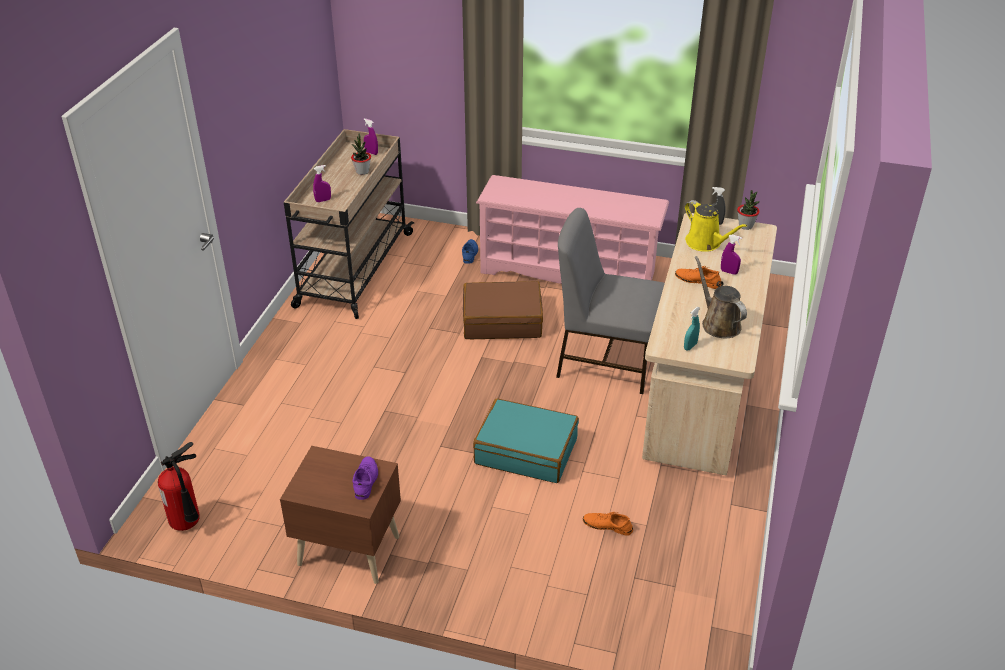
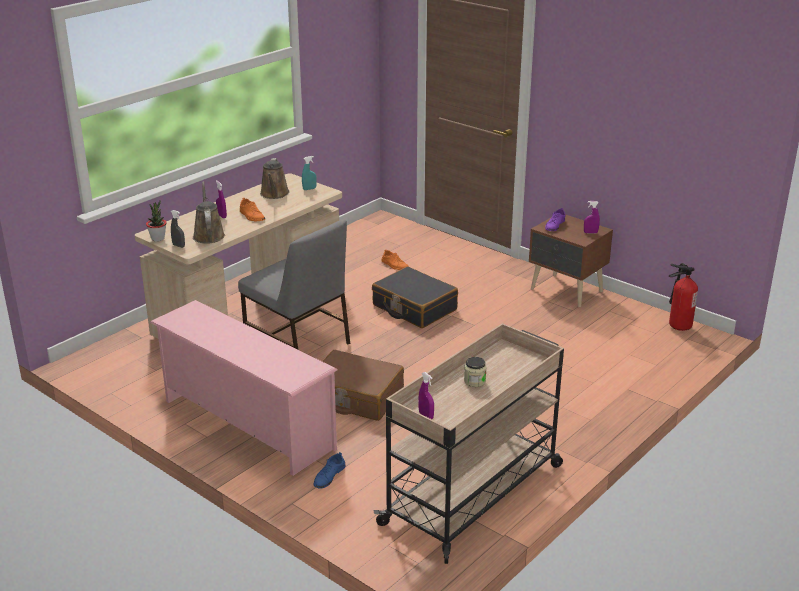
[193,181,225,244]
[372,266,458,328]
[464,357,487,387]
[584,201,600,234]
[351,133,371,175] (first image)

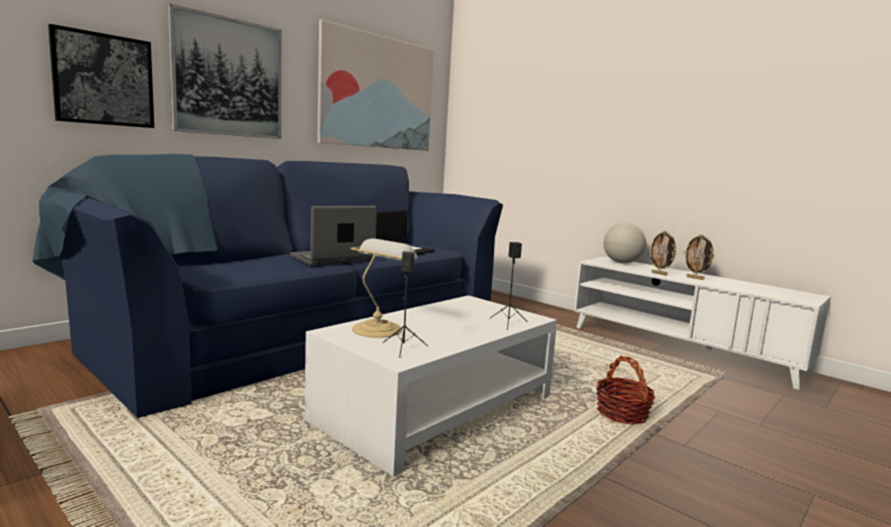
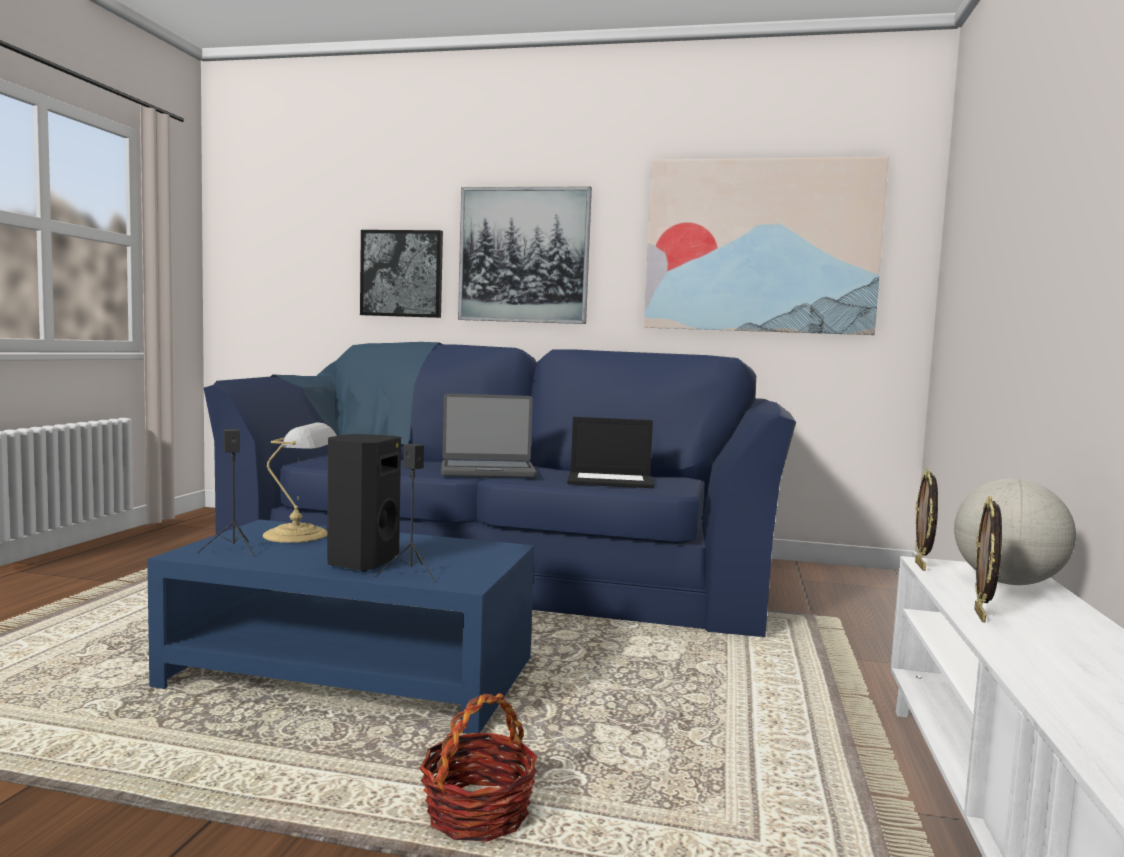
[147,520,534,734]
[327,434,401,572]
[441,393,537,478]
[915,469,938,571]

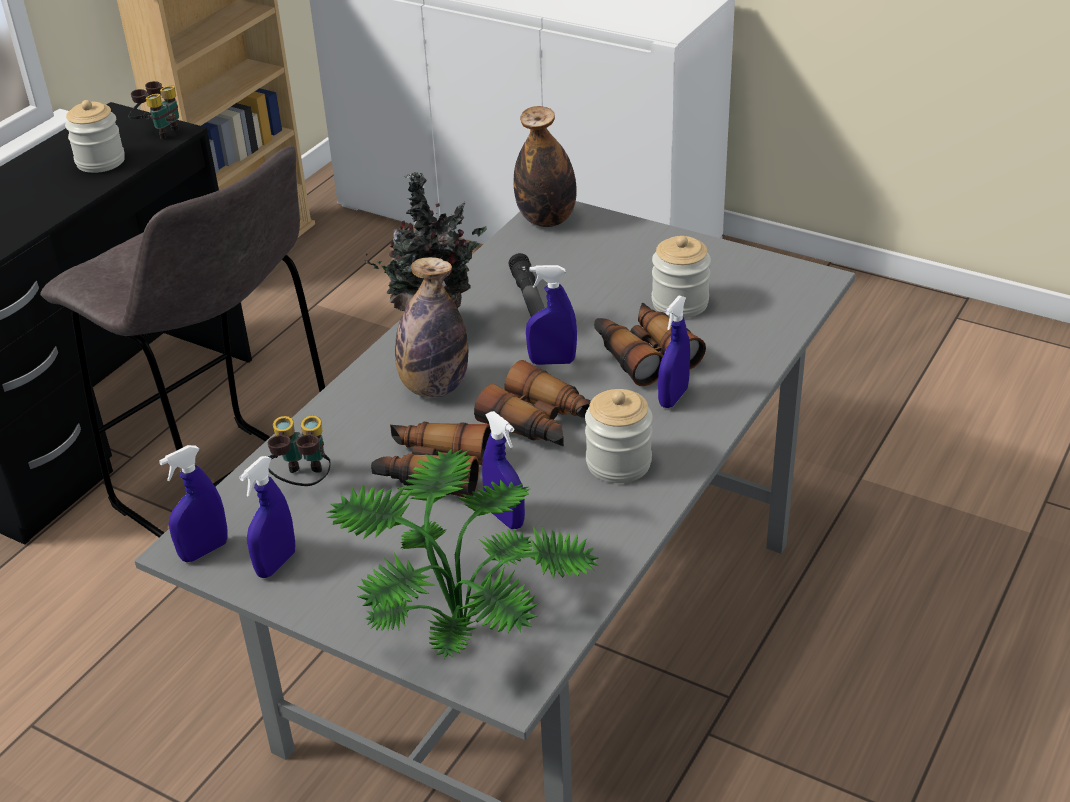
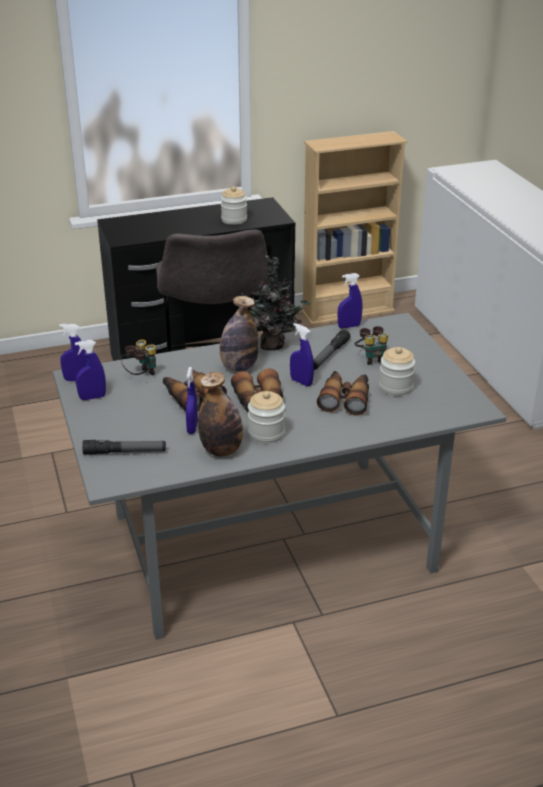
[82,440,166,454]
[198,372,243,457]
[338,273,362,328]
[354,326,388,365]

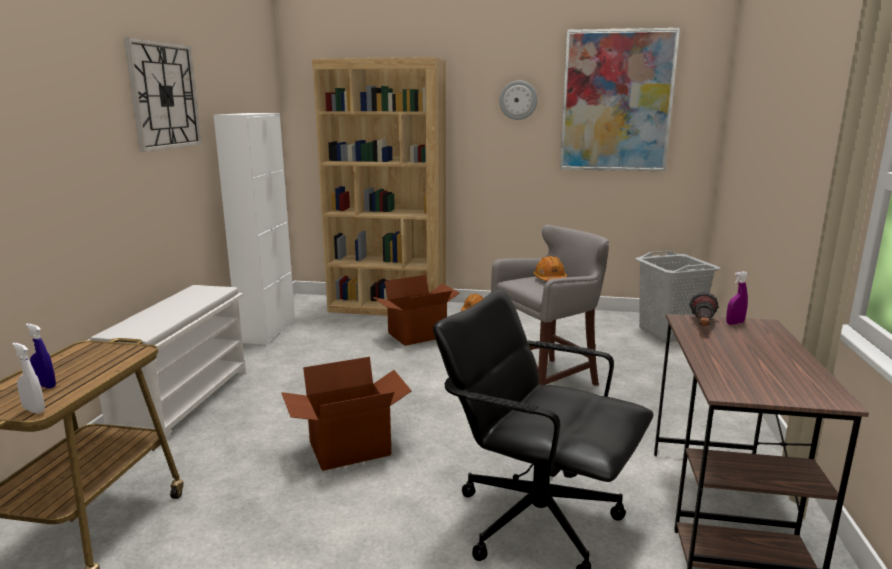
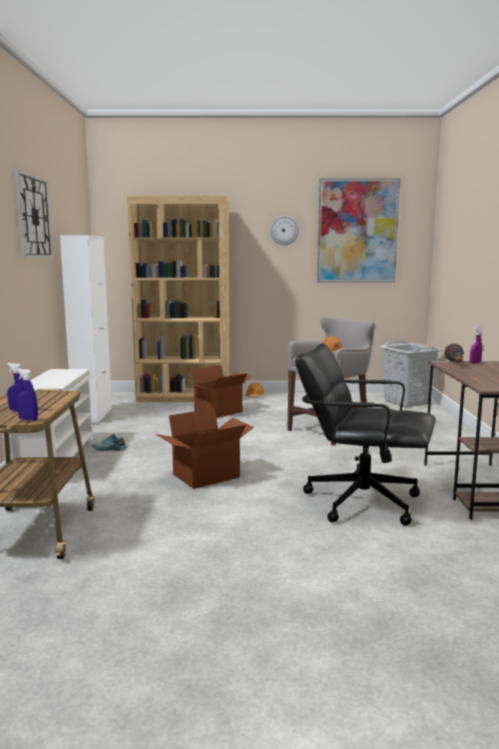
[17,369,38,421]
[92,434,127,451]

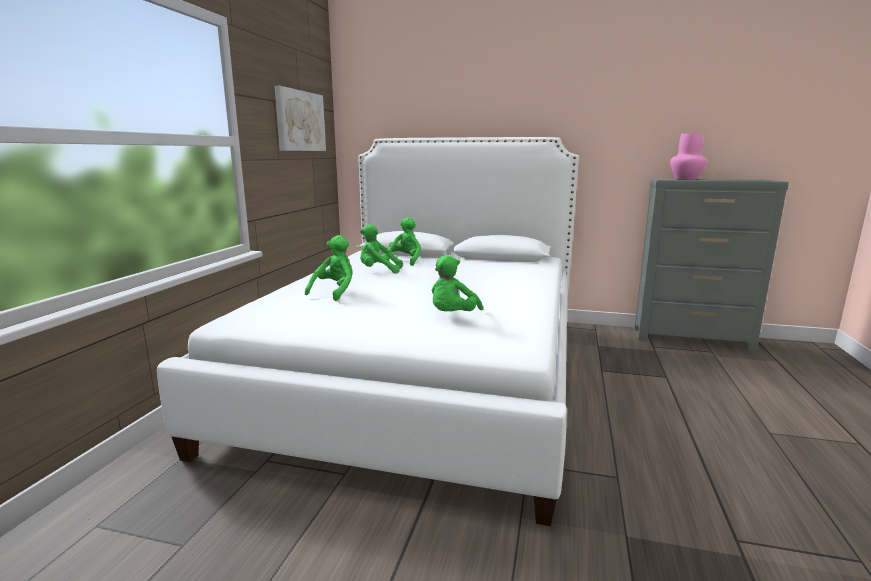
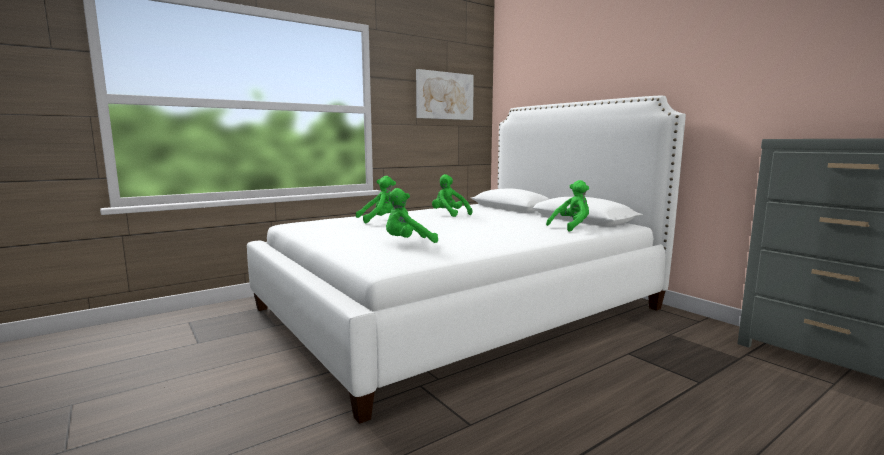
[546,180,589,232]
[670,133,707,180] (first image)

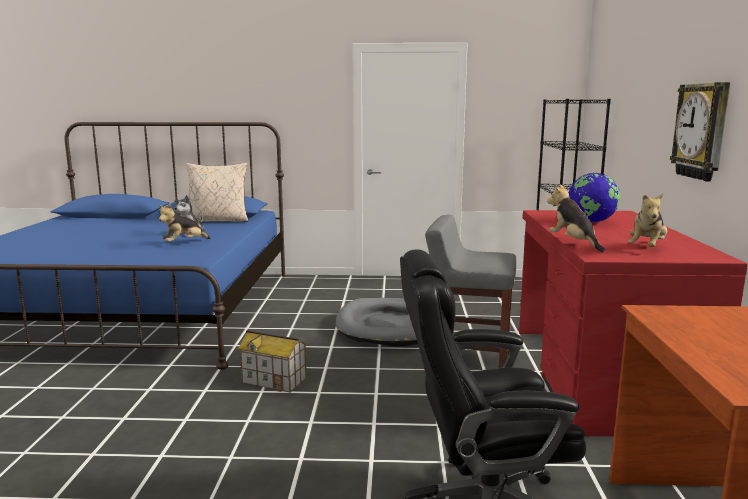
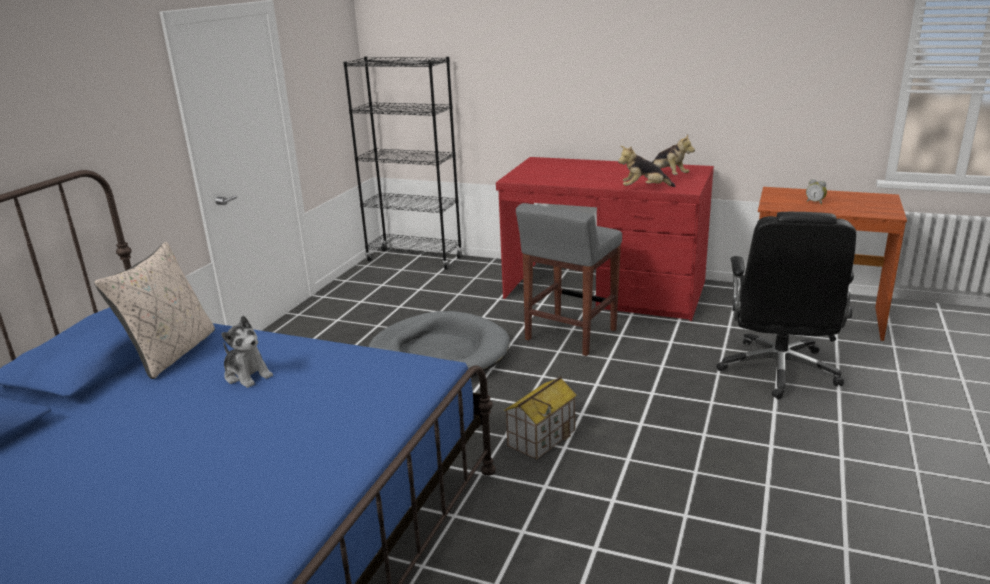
[806,179,827,205]
[158,204,211,242] (first image)
[569,173,620,222] (first image)
[670,82,730,181] (first image)

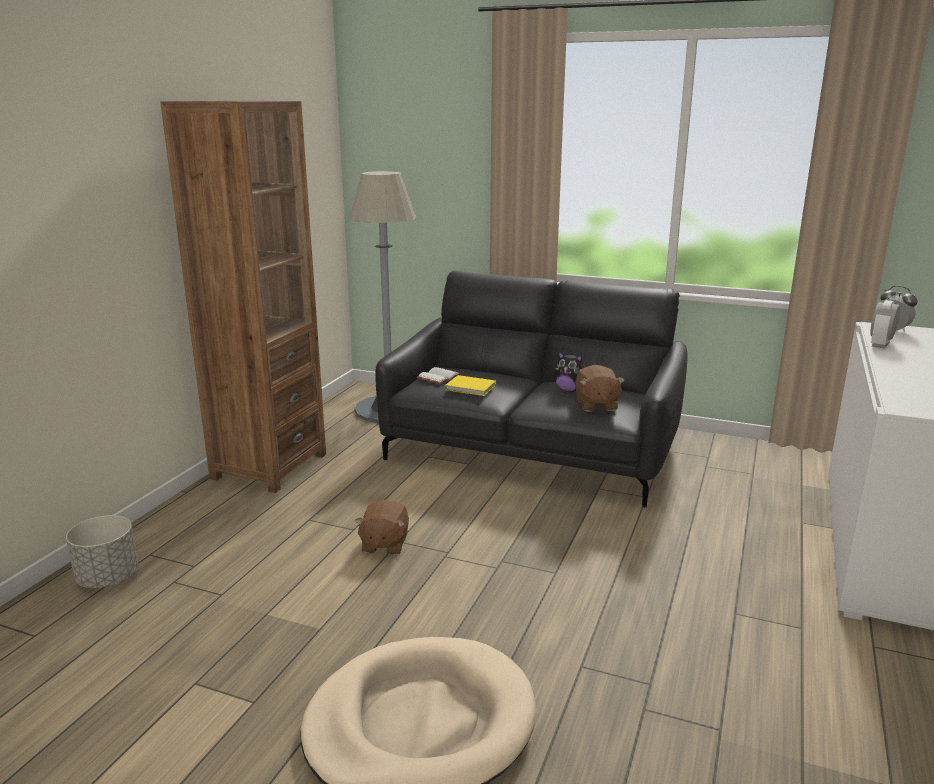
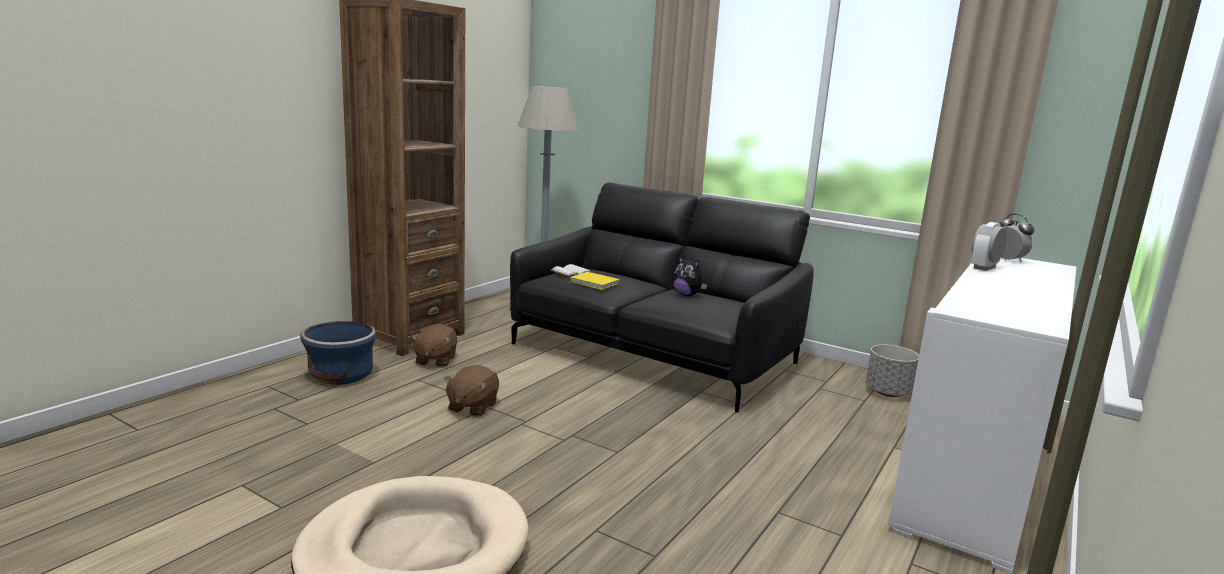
[300,321,377,385]
[411,324,457,367]
[866,345,919,397]

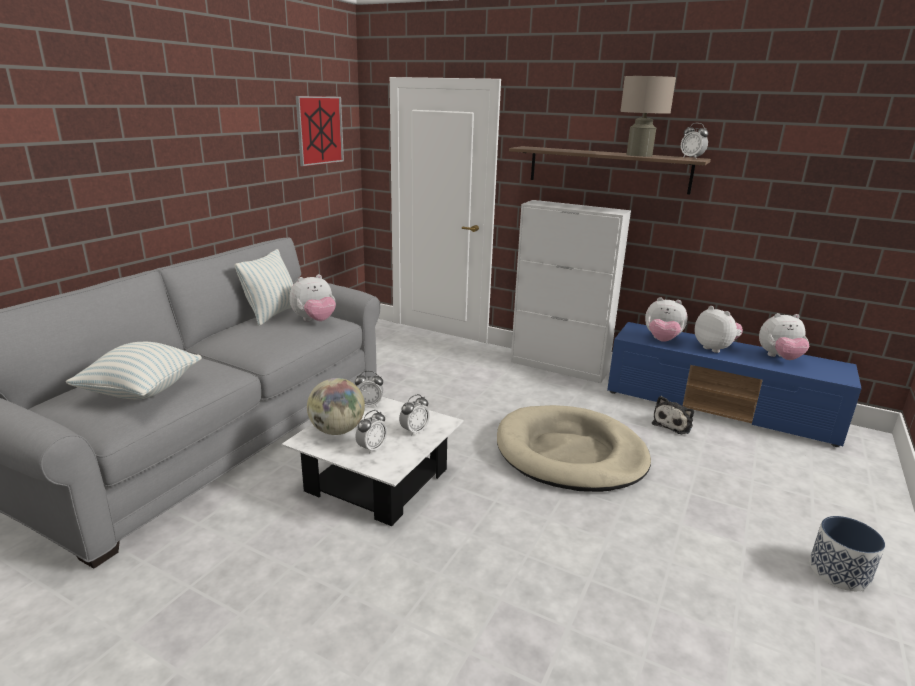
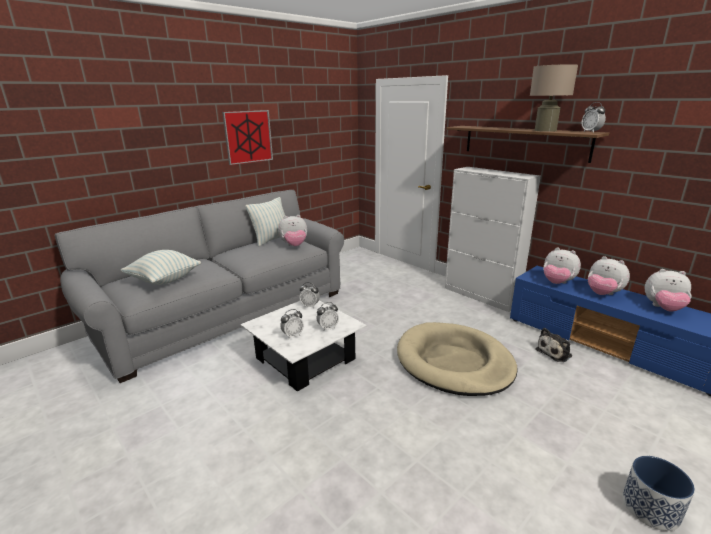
[222,110,273,165]
[588,256,630,295]
[307,378,365,435] (first image)

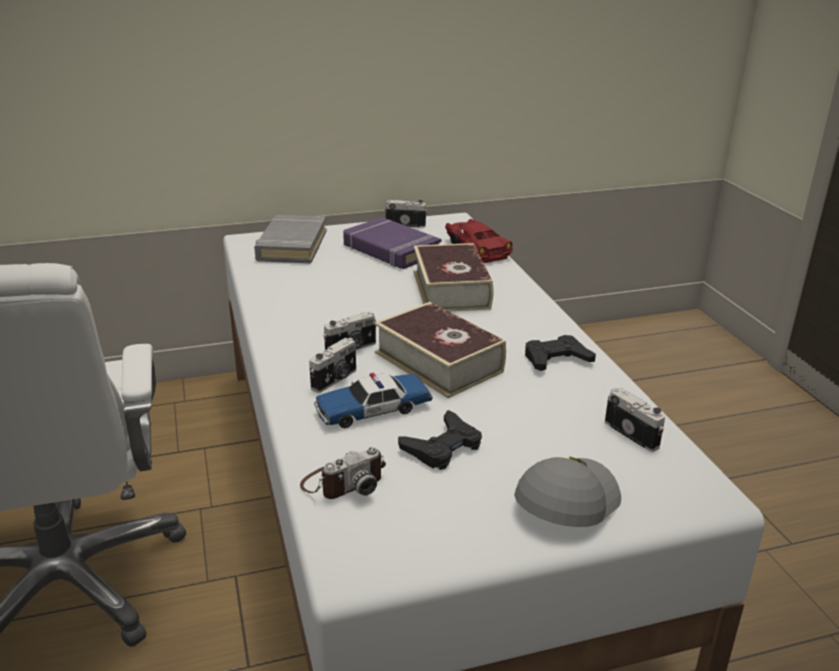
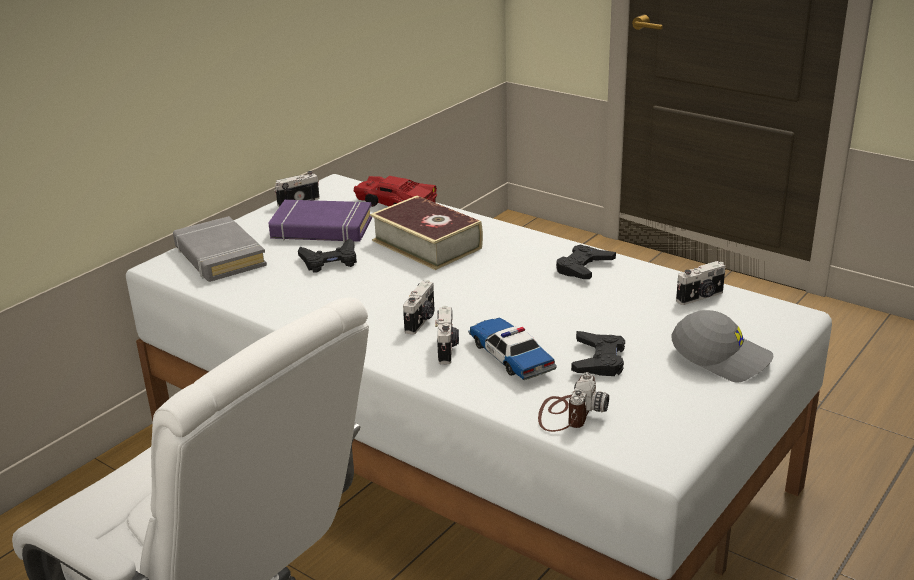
[298,239,357,273]
[468,318,557,380]
[671,310,774,382]
[676,261,725,305]
[374,302,506,398] (first image)

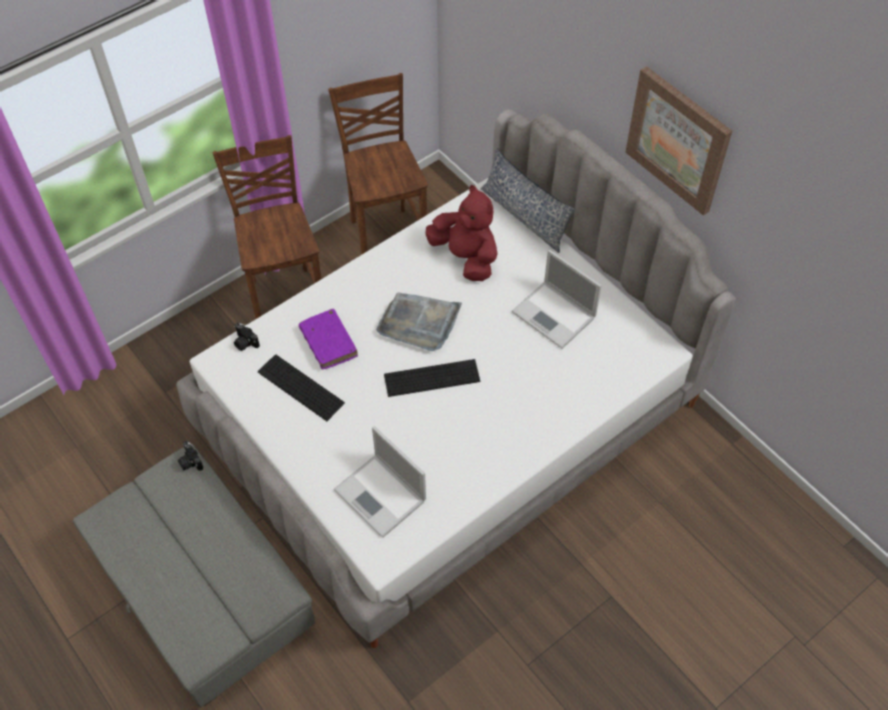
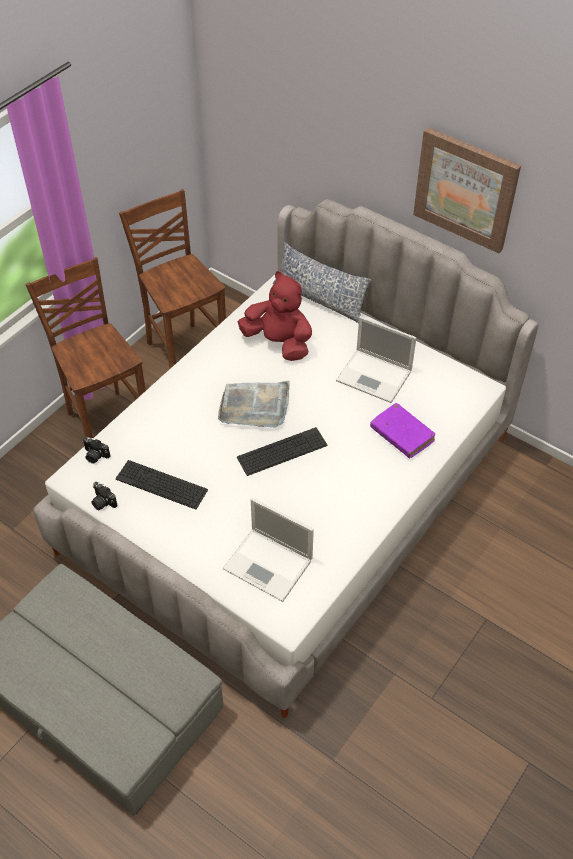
[91,482,117,510]
[370,403,435,458]

